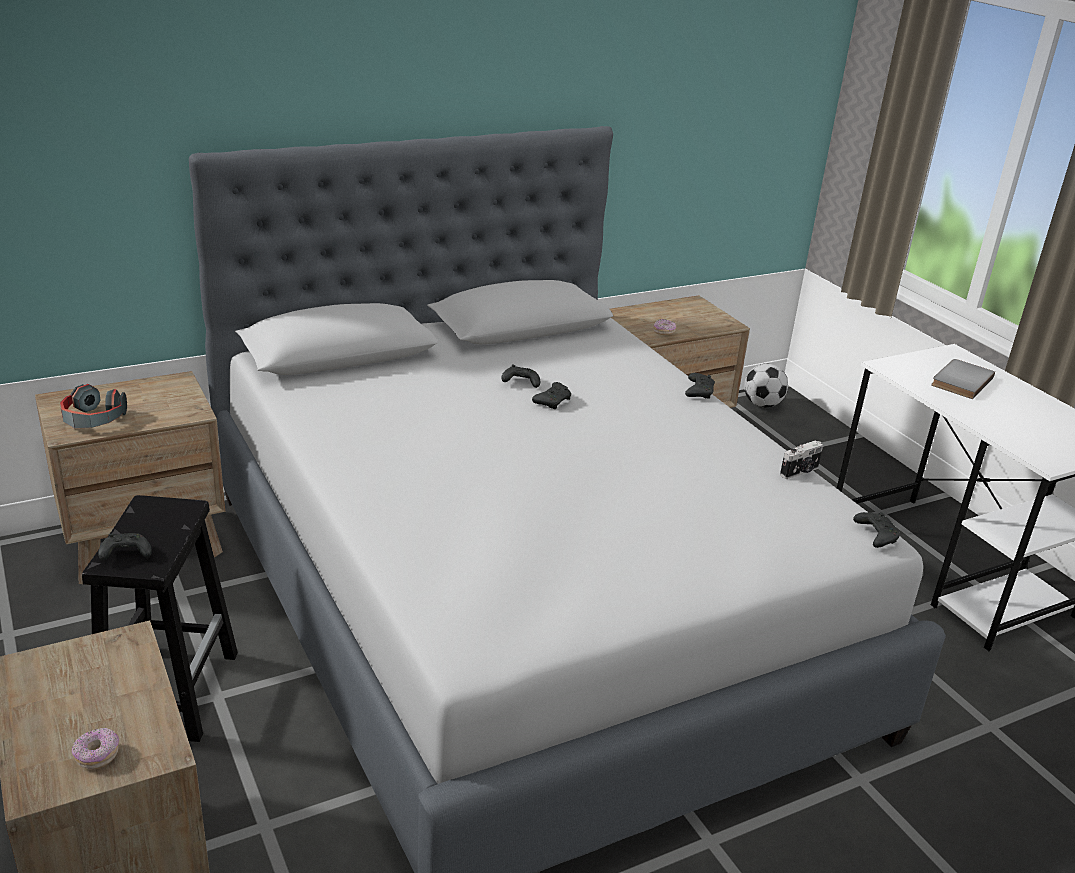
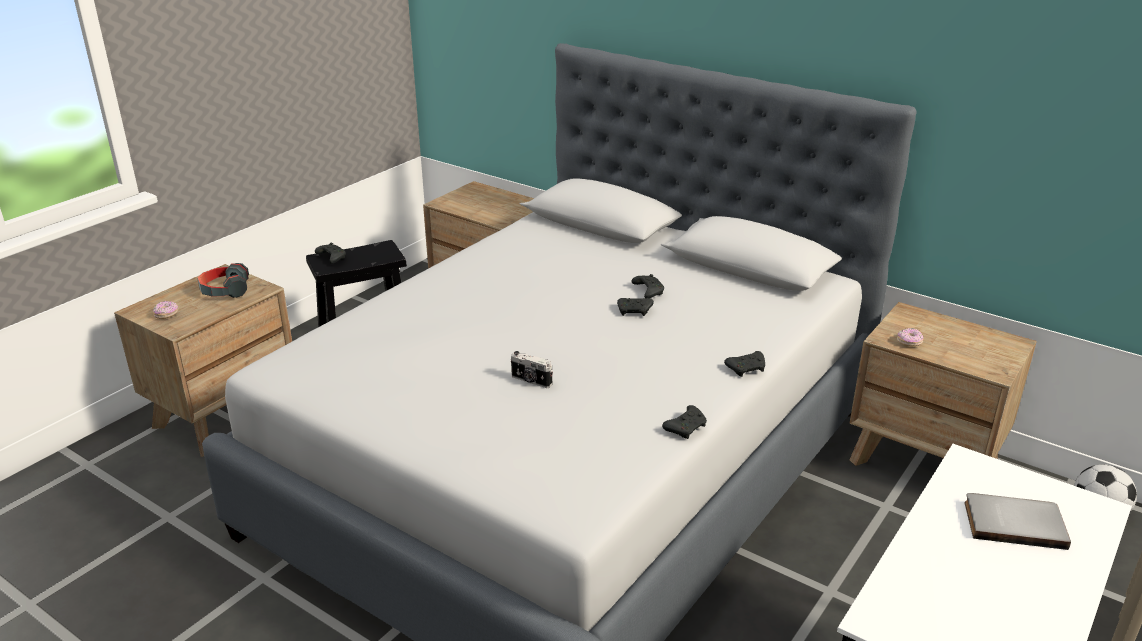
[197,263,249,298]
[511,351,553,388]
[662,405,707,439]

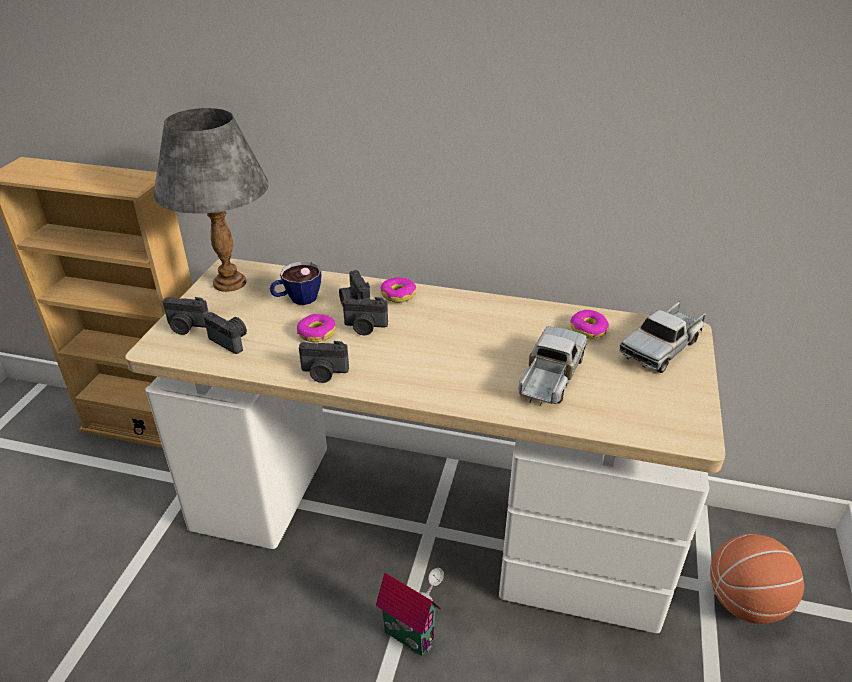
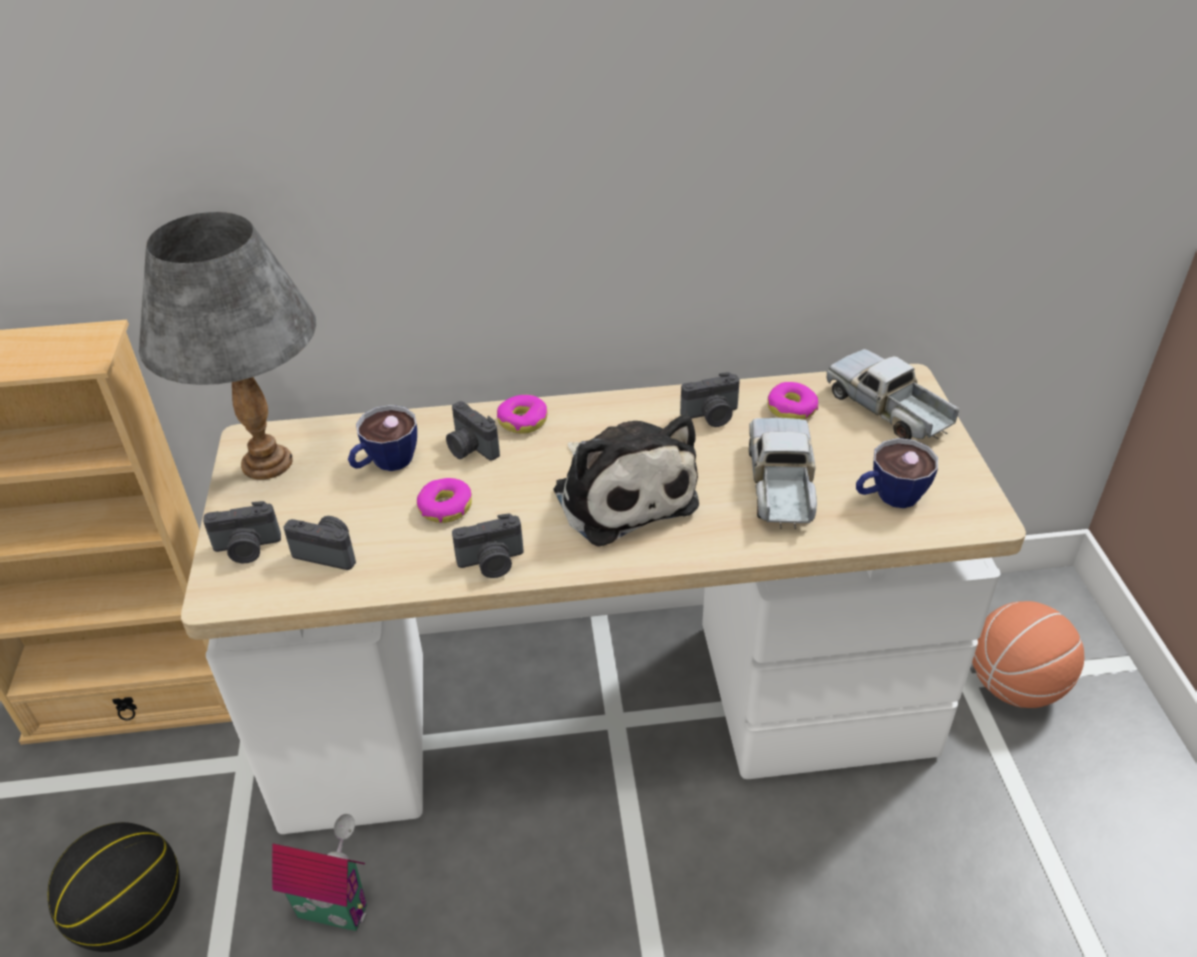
[48,822,180,952]
[272,814,367,931]
[553,414,699,547]
[680,372,740,427]
[826,349,959,439]
[856,438,938,508]

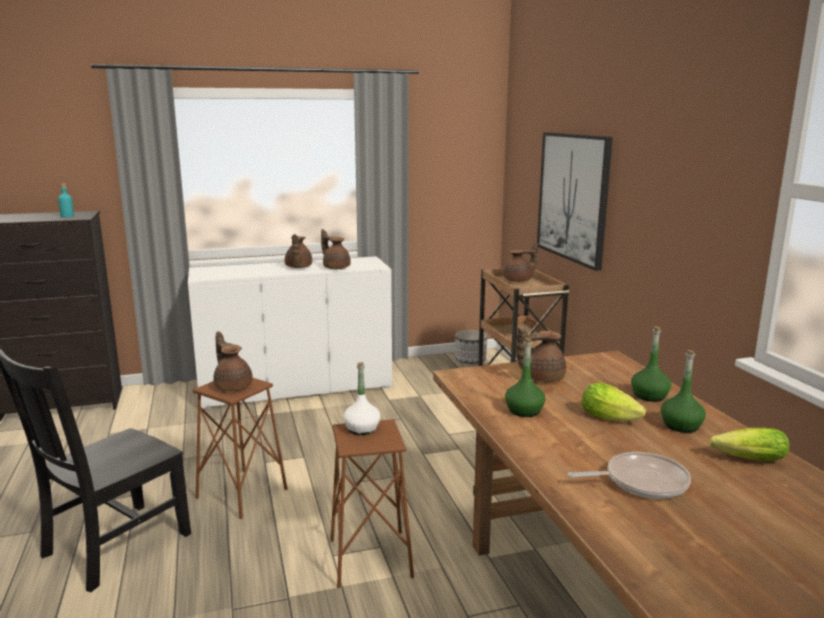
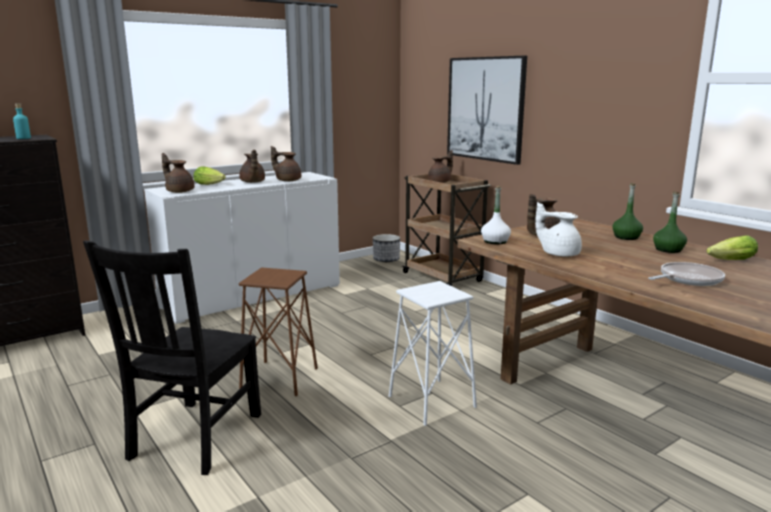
[162,153,194,193]
[193,166,226,185]
[389,281,477,426]
[481,186,511,244]
[535,202,582,257]

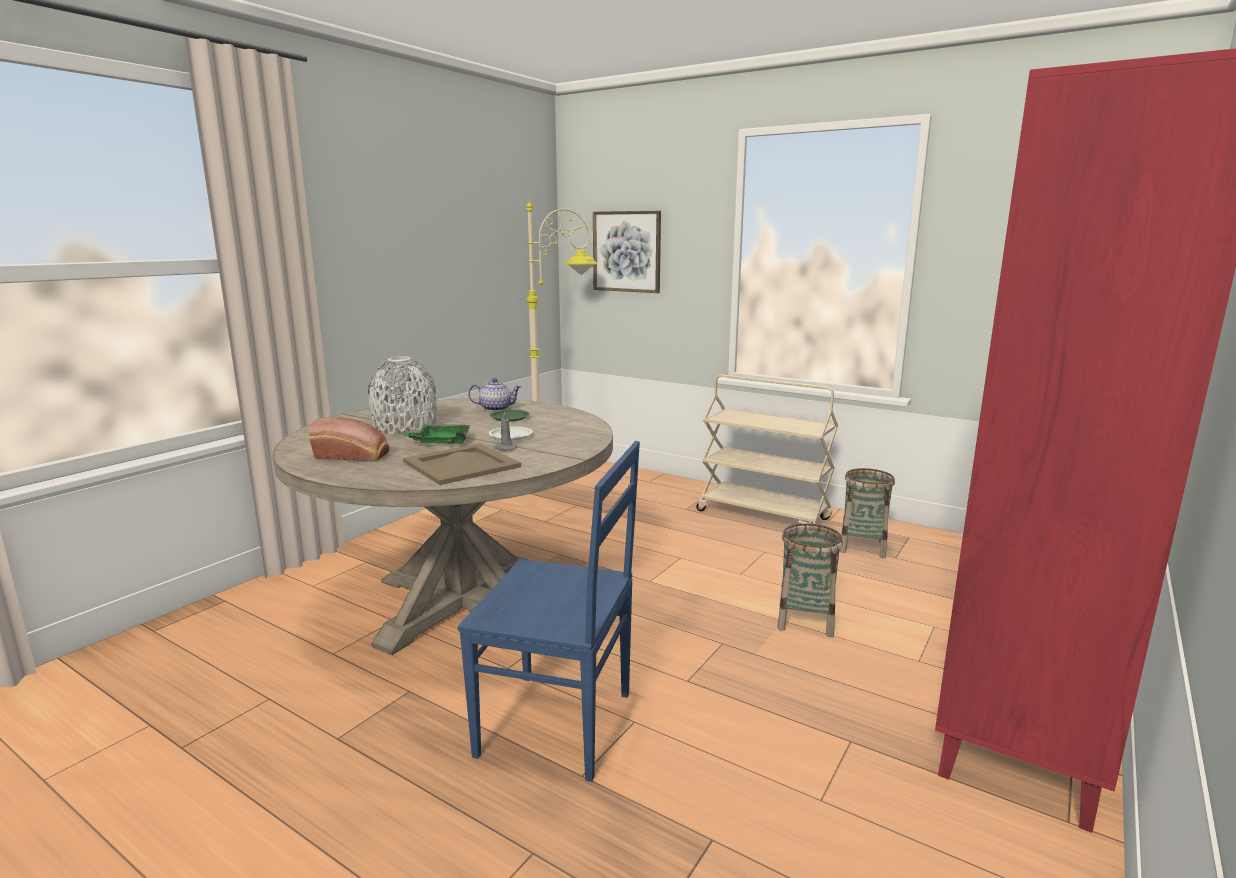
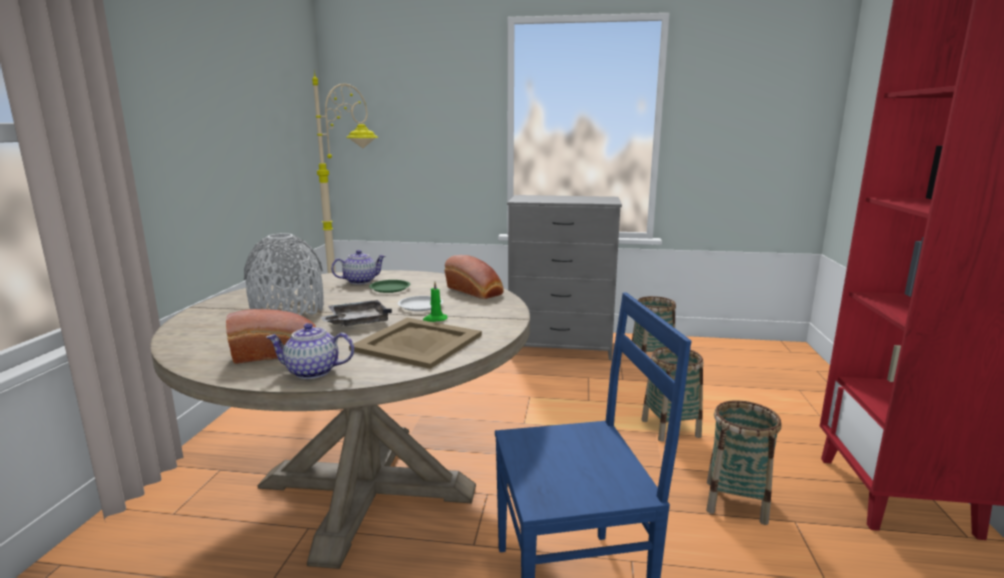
[266,323,354,379]
[320,300,392,326]
[423,281,447,322]
[445,255,504,299]
[507,195,622,360]
[706,400,782,525]
[593,211,661,293] (first image)

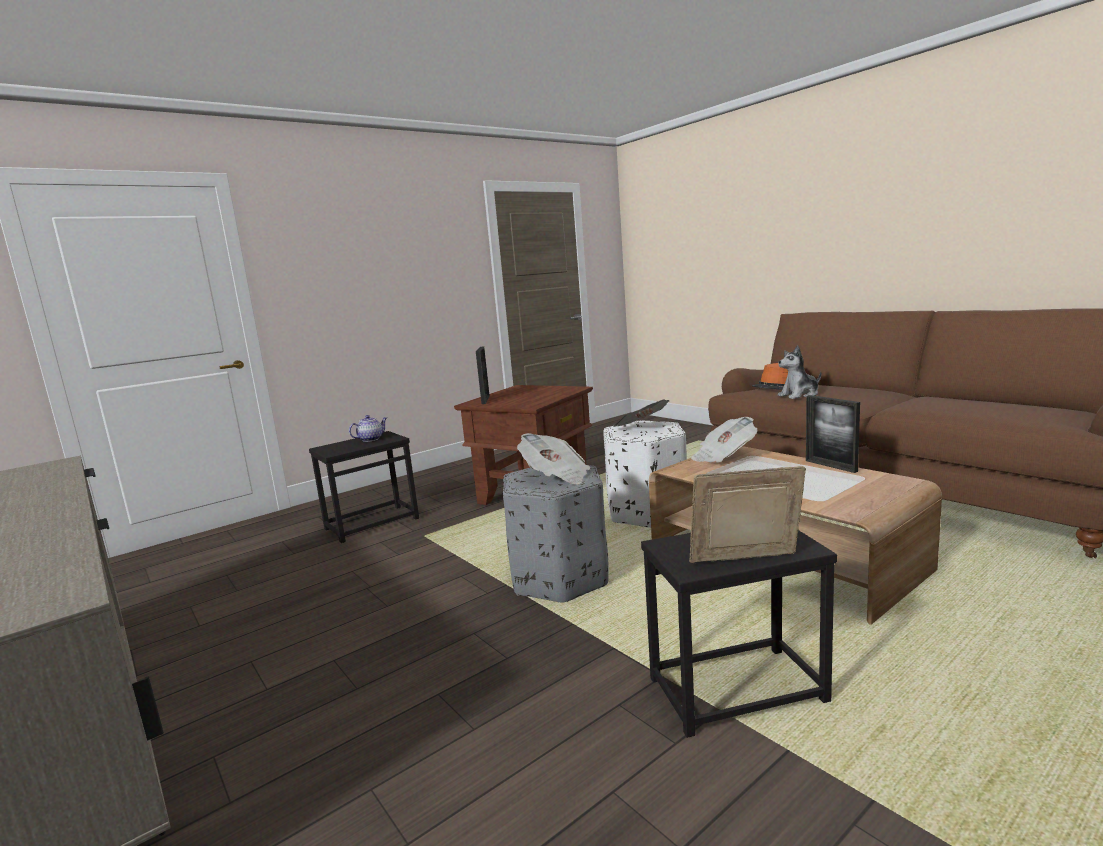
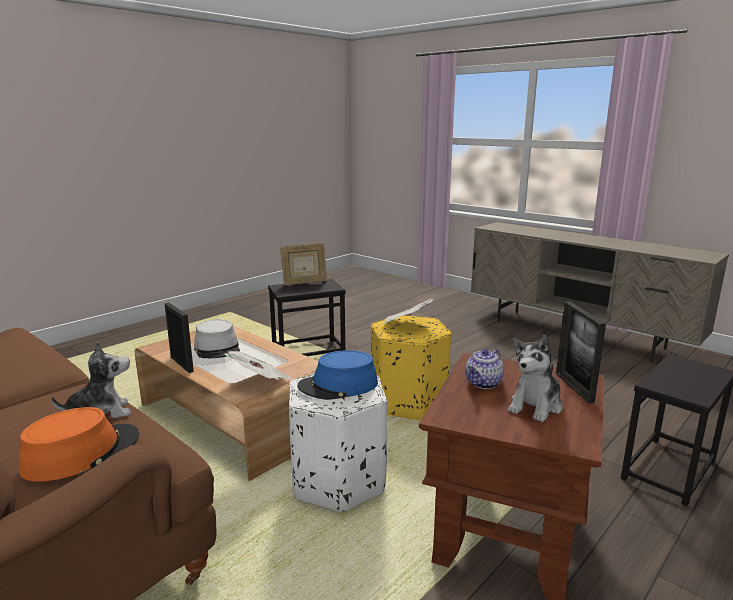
[194,319,240,358]
[297,350,378,400]
[371,315,451,420]
[465,348,504,389]
[508,335,563,422]

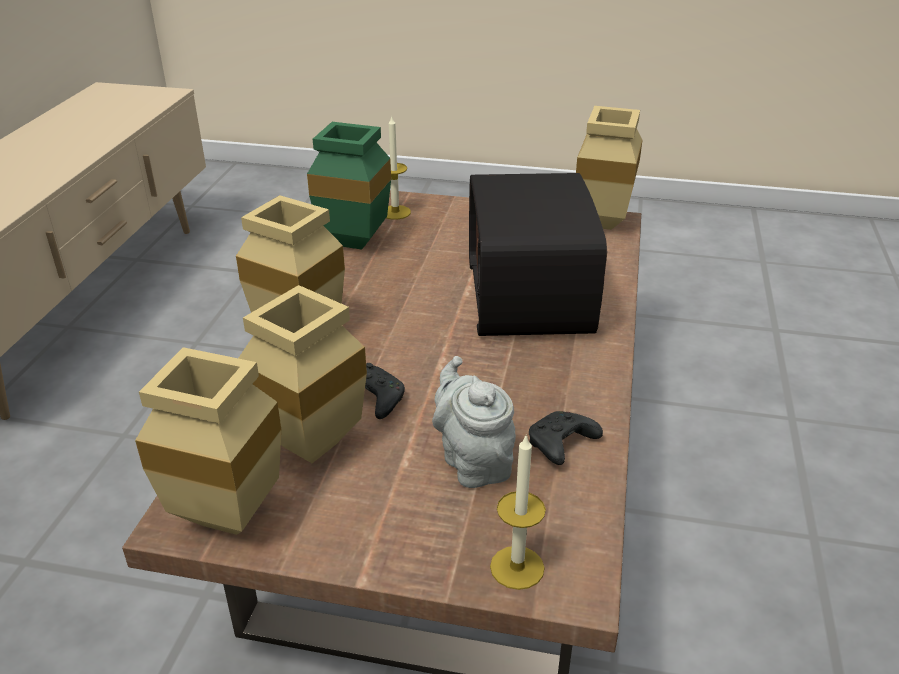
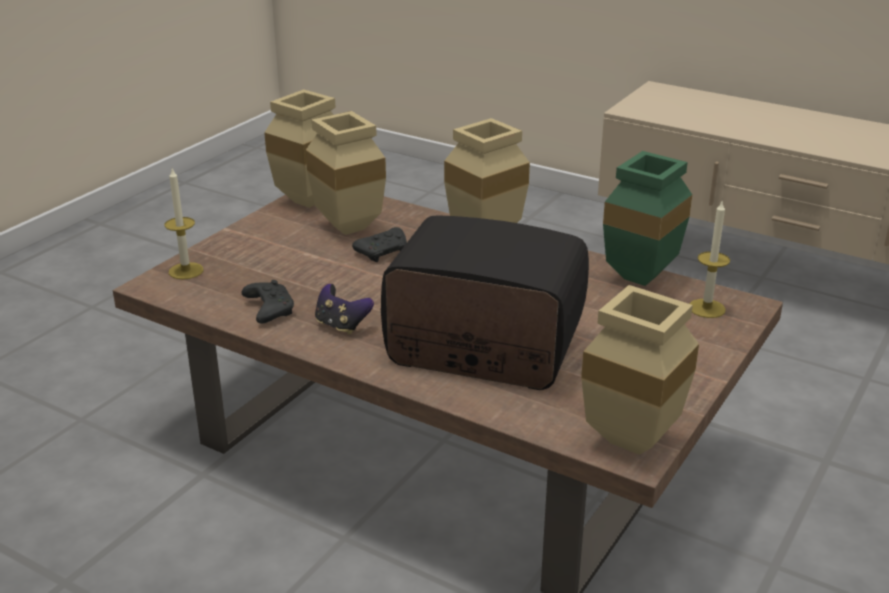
[315,284,374,335]
[432,356,516,488] (first image)

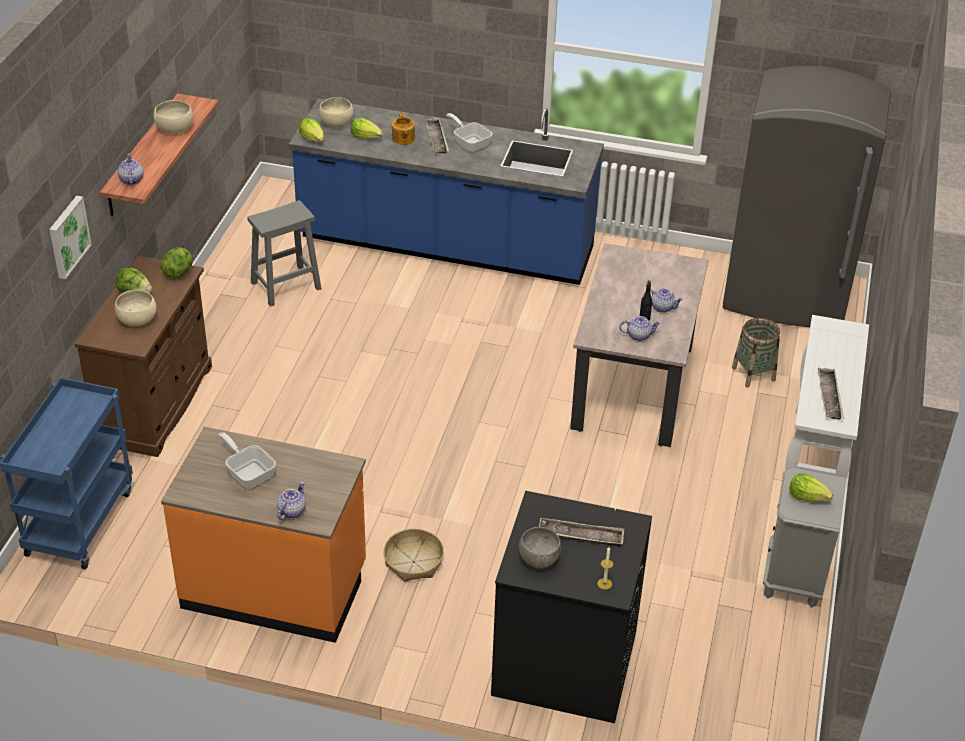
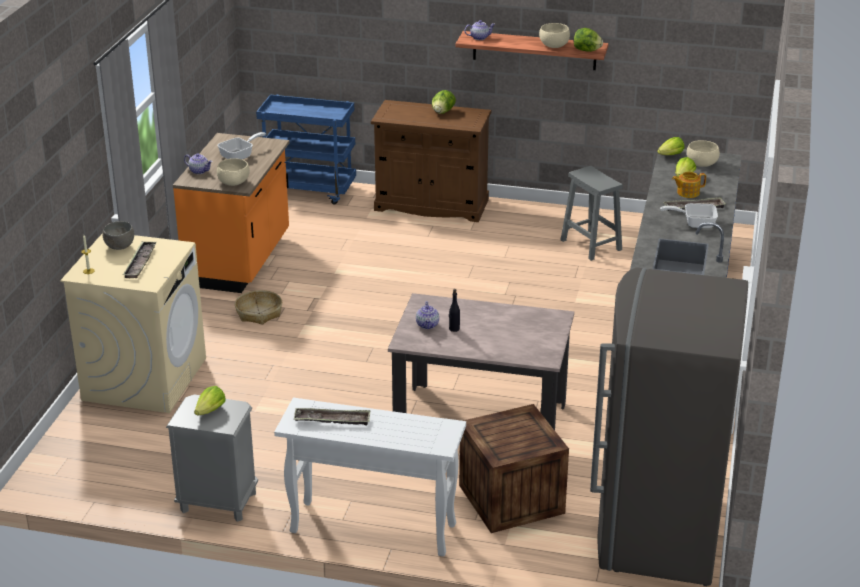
[60,234,206,413]
[217,158,250,186]
[459,404,569,533]
[574,28,603,52]
[660,203,718,228]
[49,196,92,279] (first image)
[644,288,683,313] (first image)

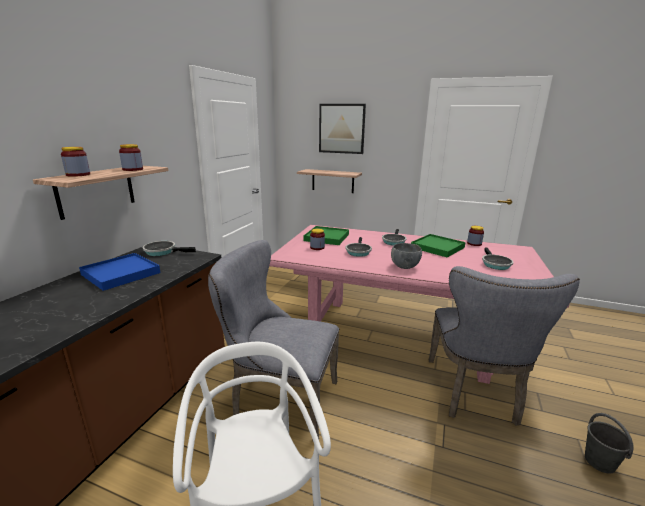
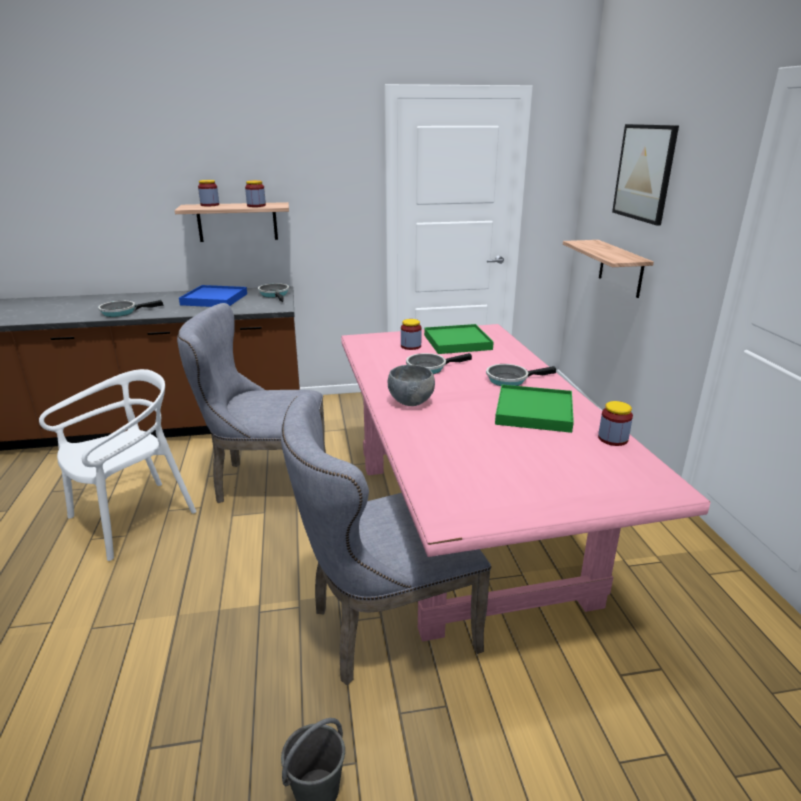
[98,300,164,317]
[177,303,326,503]

